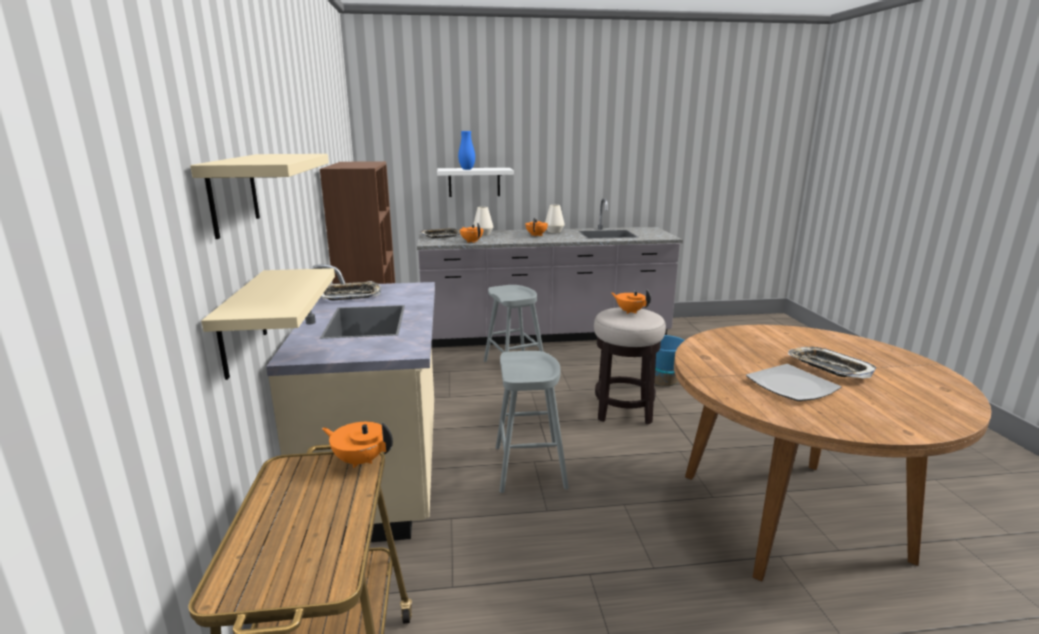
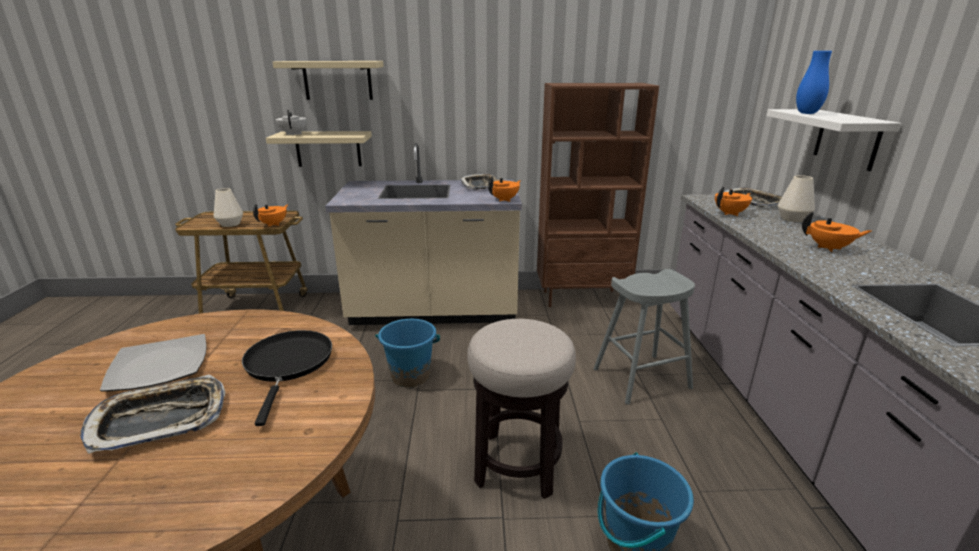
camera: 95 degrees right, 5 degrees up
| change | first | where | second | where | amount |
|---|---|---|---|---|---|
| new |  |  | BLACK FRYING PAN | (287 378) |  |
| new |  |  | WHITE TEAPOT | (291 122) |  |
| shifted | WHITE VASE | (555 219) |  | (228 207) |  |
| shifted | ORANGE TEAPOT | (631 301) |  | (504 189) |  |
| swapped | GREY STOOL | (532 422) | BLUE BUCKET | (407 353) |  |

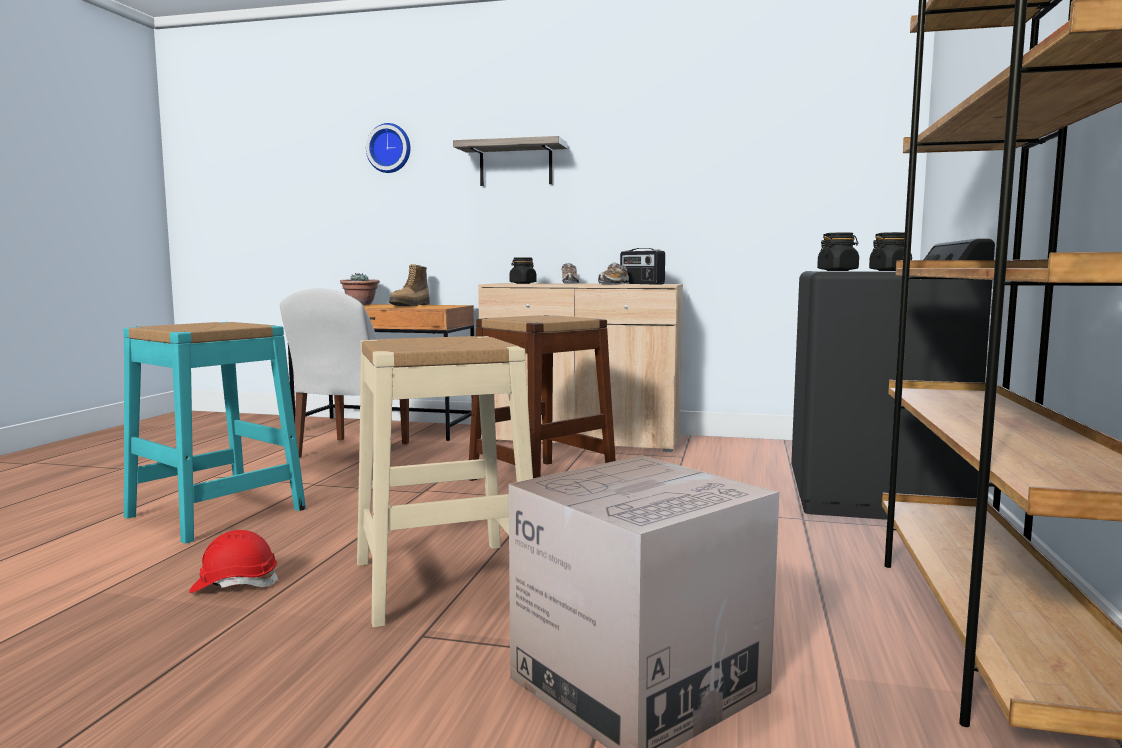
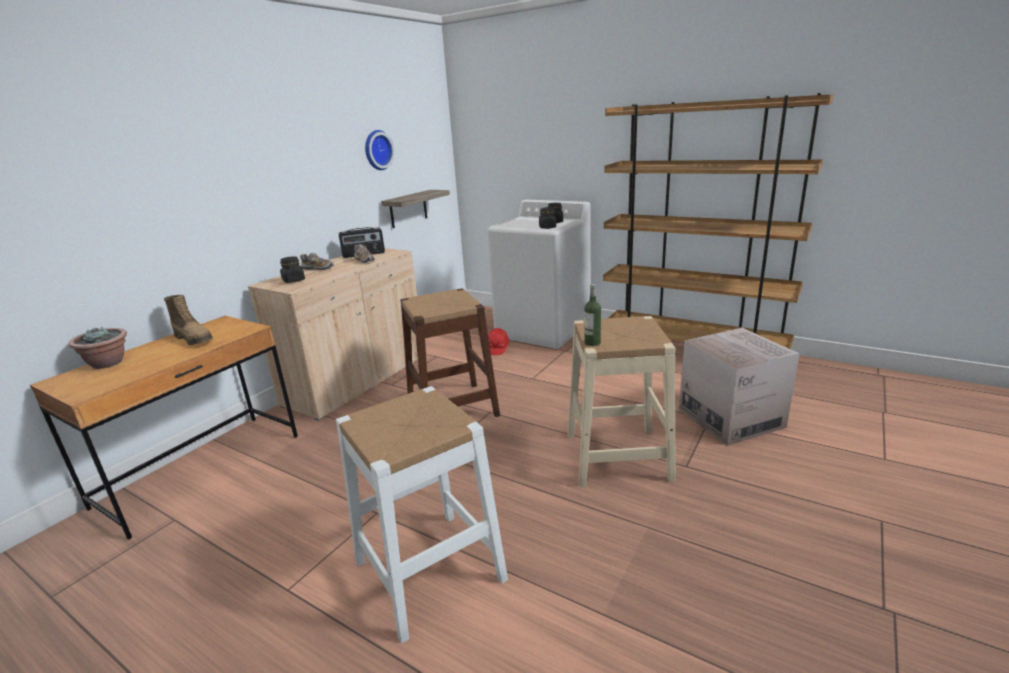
camera: 70 degrees left, 15 degrees up
| change | first | where | second | where | amount |
|---|---|---|---|---|---|
| gone | WHITE CHAIR | (344 373) |  |  |  |
| new |  |  | BOTTLE | (593 315) |  |
| shifted | RED HARD HAT | (234 561) |  | (499 341) |  |
| shifted | WALL CLOCK | (388 148) |  | (379 150) |  |
| shifted | SHELF | (510 161) |  | (415 209) |  |
| repainted | TURQUOISE STOOL | (214 433) | WHITE STOOL | (422 514) |  |
| repainted | BLACK WASHING MACHINE | (893 379) | WHITE WASHING MACHINE | (539 274) |  |

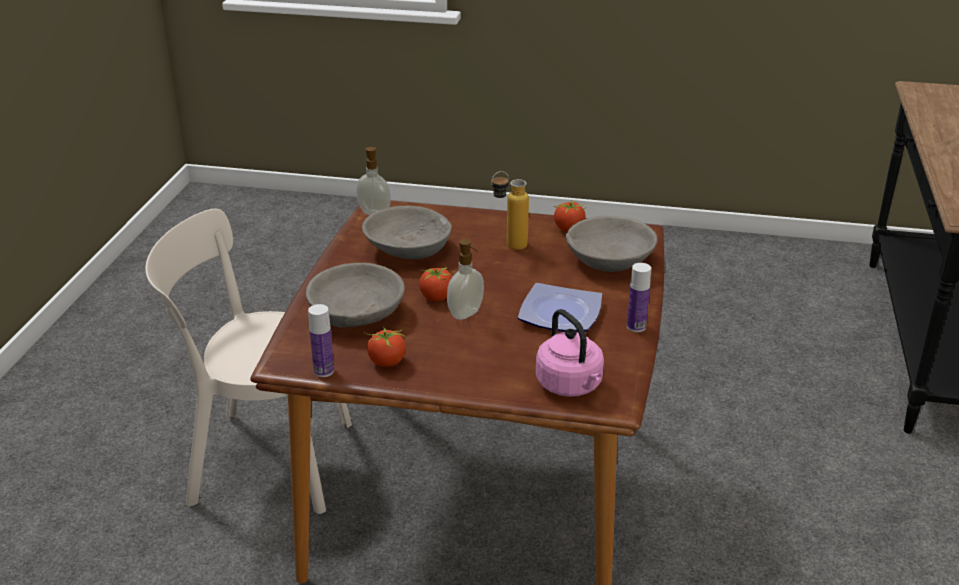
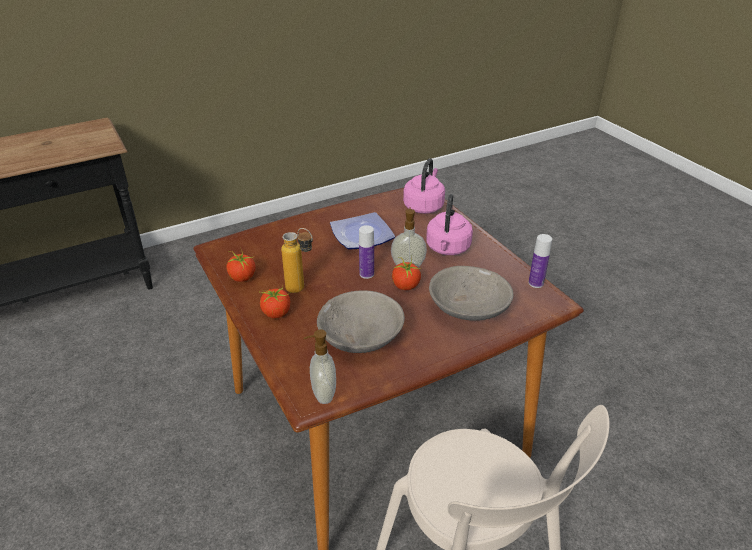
camera: 130 degrees left, 5 degrees up
| change | first | where | second | where | amount |
|---|---|---|---|---|---|
| gone | GREY BOWL | (611 244) |  |  |  |
| new |  |  | PINK KETTLE | (449 224) |  |
| shifted | TOMATO | (385 346) |  | (275 303) |  |
| shifted | BOTTLE | (639 297) |  | (366 252) |  |

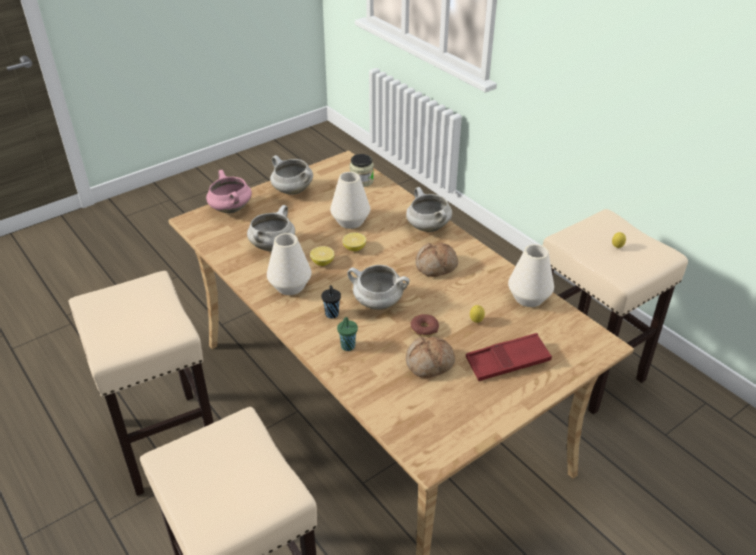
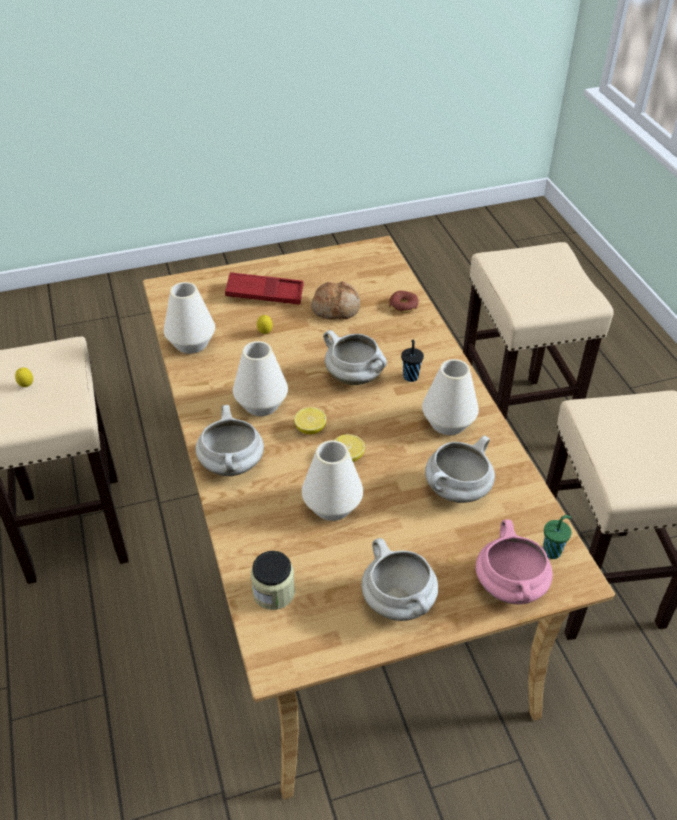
camera: 160 degrees left, 5 degrees up
| change | first | where | second | where | amount |
|---|---|---|---|---|---|
| shifted | LEMON | (322 256) |  | (310 420) |  |
| shifted | GREEN CUP | (347 334) |  | (557 537) |  |
| shifted | DONUT | (424 325) |  | (404 302) |  |
| swapped | BREAD | (436 260) | WHITE VASE | (260 378) |  |

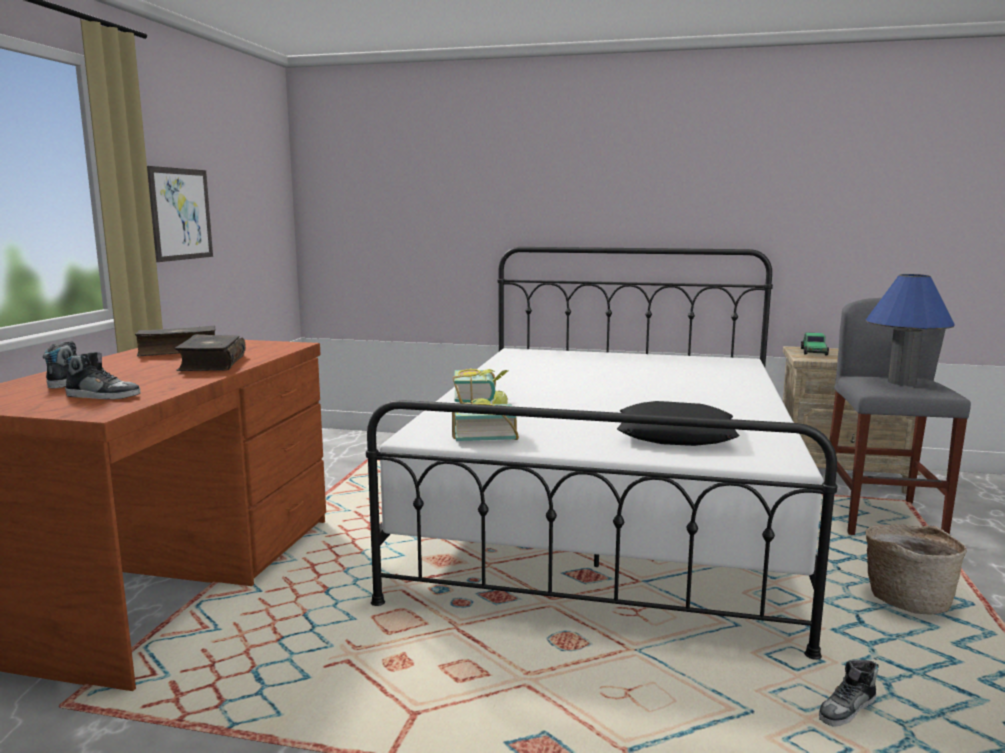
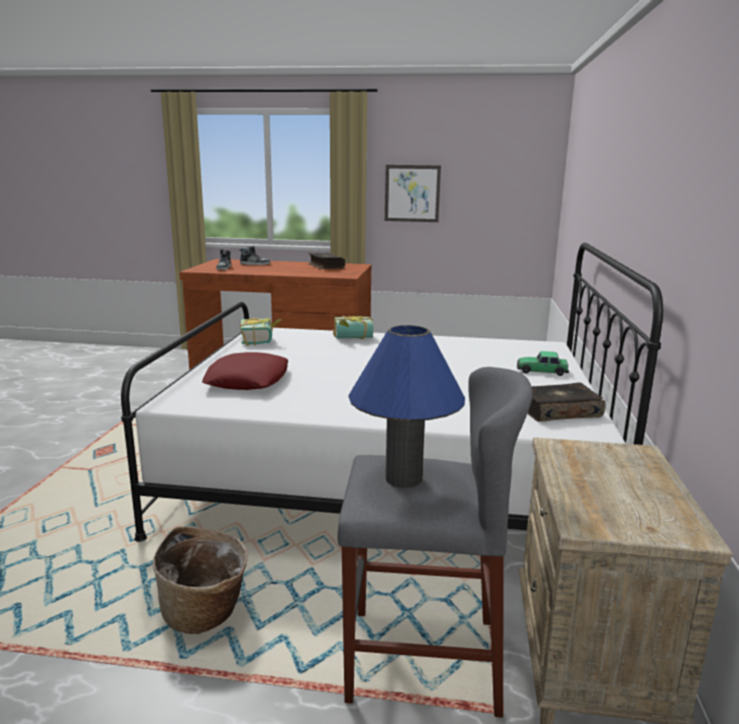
camera: 85 degrees right, 5 degrees up
| change | first | where | second | where | amount |
|---|---|---|---|---|---|
| gone | SHOE | (849 693) |  |  |  |
| shifted | BOOK | (210 352) |  | (567 402) |  |
| shifted | TOY CAR | (815 344) |  | (543 363) |  |
| repainted | BLACK PILLOW | (678 423) | RED PILLOW | (245 371) |  |

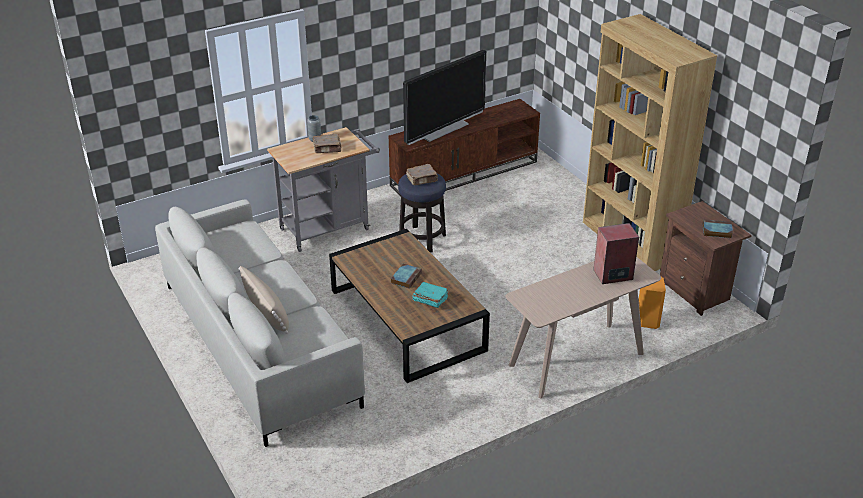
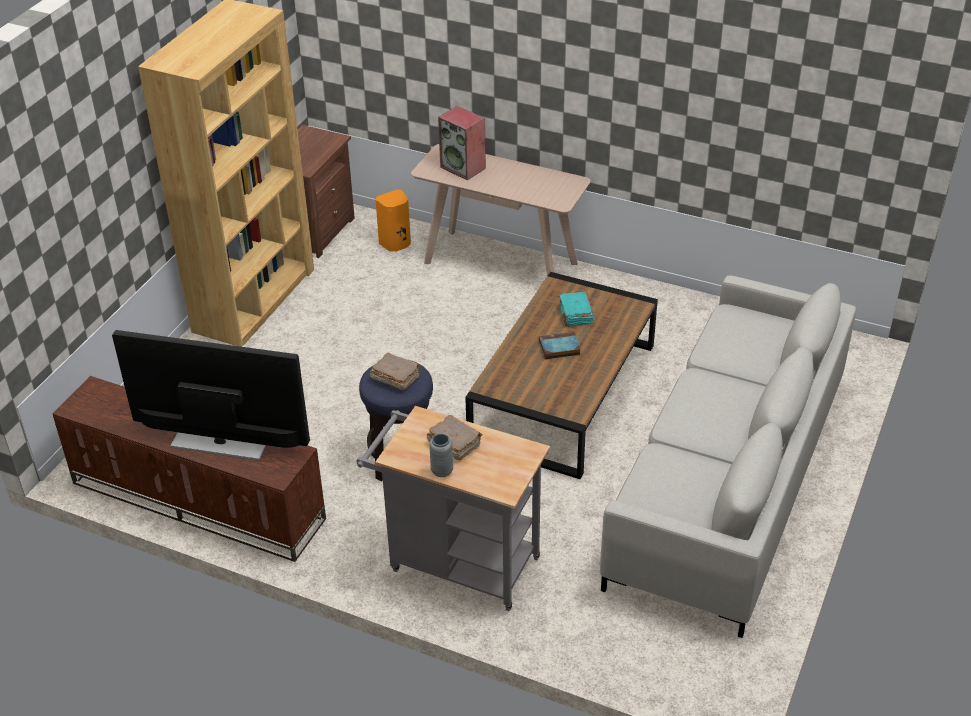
camera: 125 degrees left, 5 degrees up
| change | first | where | second | where | amount |
|---|---|---|---|---|---|
| gone | BEIGE PILLOW | (263 300) |  |  |  |
| gone | BOOK | (717 228) |  |  |  |

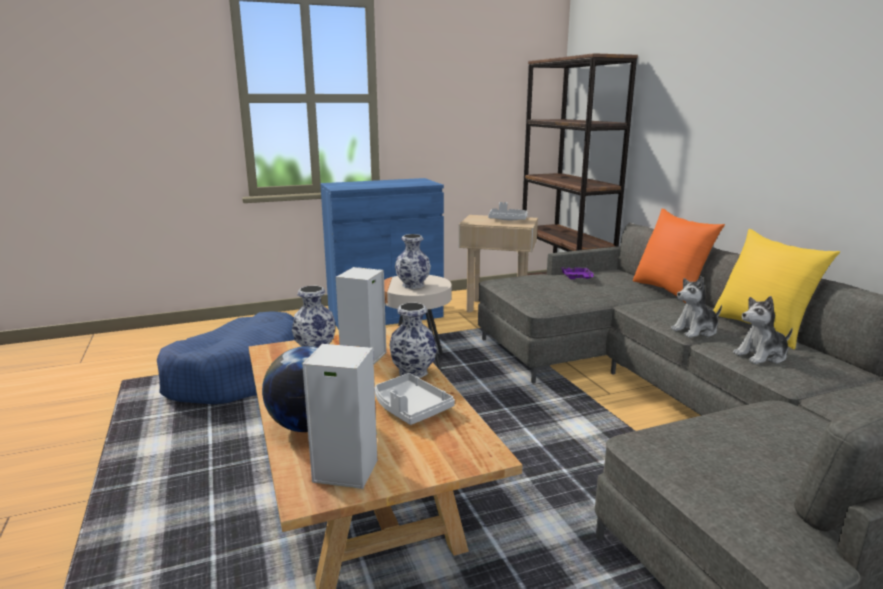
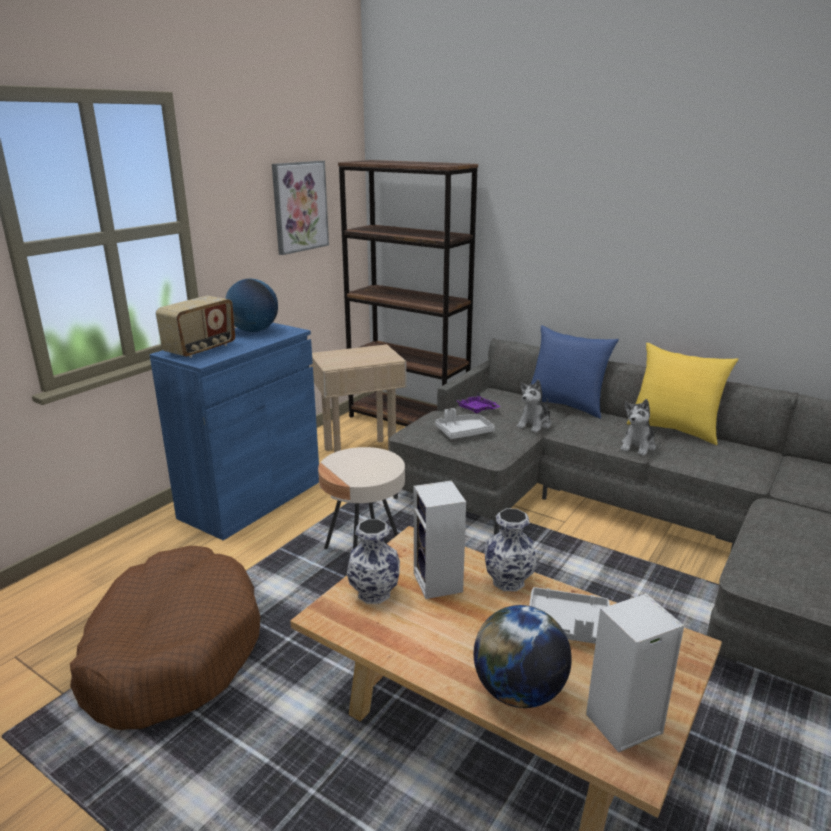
camera: 35 degrees left, 5 degrees up
| change | first | where | second | where | amount |
|---|---|---|---|---|---|
| gone | VASE | (413 261) |  |  |  |
| new |  |  | RADIO | (195 327) |  |
| new |  |  | GLOBE | (251 305) |  |
| new |  |  | PICTURE | (300 208) |  |
| shifted | GREY TRAY | (508 211) |  | (465 423) |  |
| shifted | PLUSH TOY | (763 330) |  | (534 406) |  |
| repainted | BLUE DOG BED | (225 357) | BROWN DOG BED | (165 638) |  |
| repainted | ORANGE PILLOW | (679 255) | BLUE PILLOW | (574 372) |  |

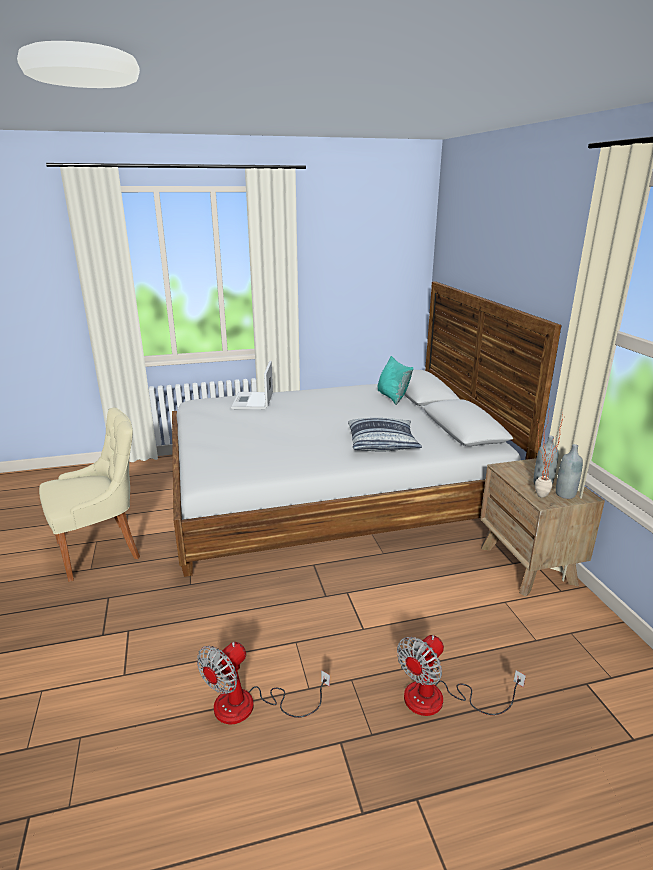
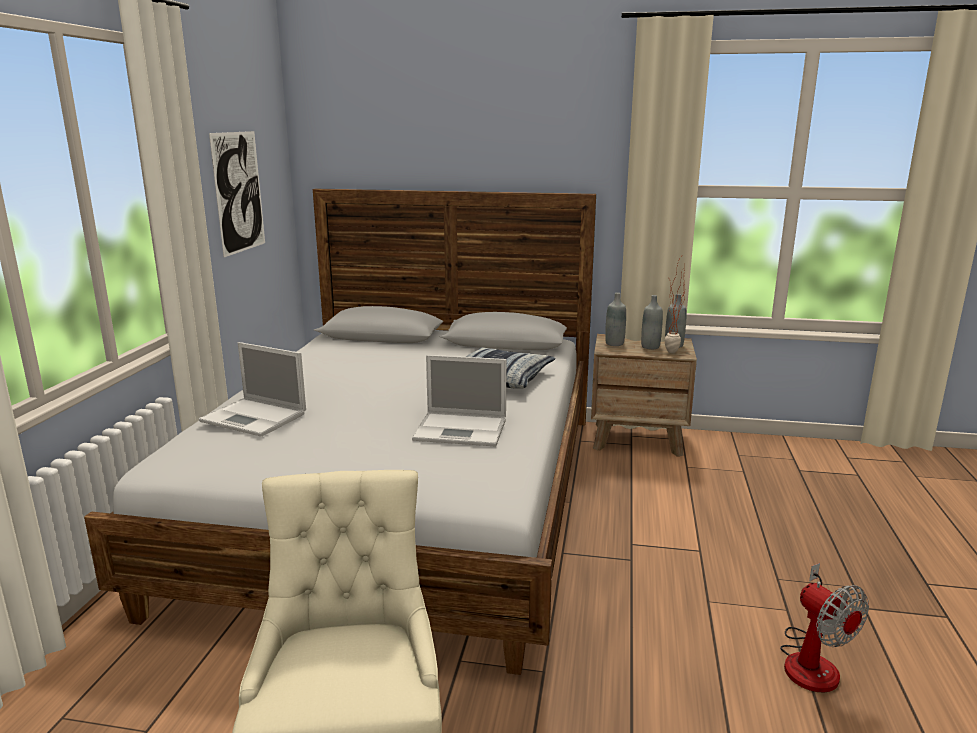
camera: 65 degrees left, 5 degrees down
| change | first | where | second | where | amount |
|---|---|---|---|---|---|
| gone | TURQUOISE PILLOW | (395 380) |  |  |  |
| gone | FAN | (461 675) |  |  |  |
| new |  |  | PICTURE | (237 194) |  |
| new |  |  | LAPTOP | (459 401) |  |
| new |  |  | GREY BOTTLE | (615 319) |  |

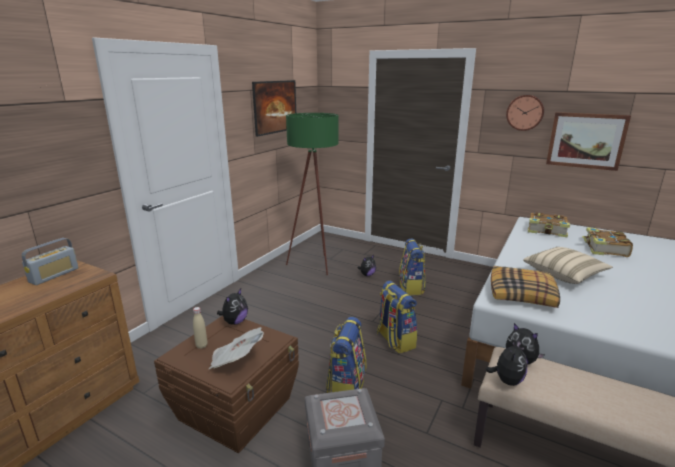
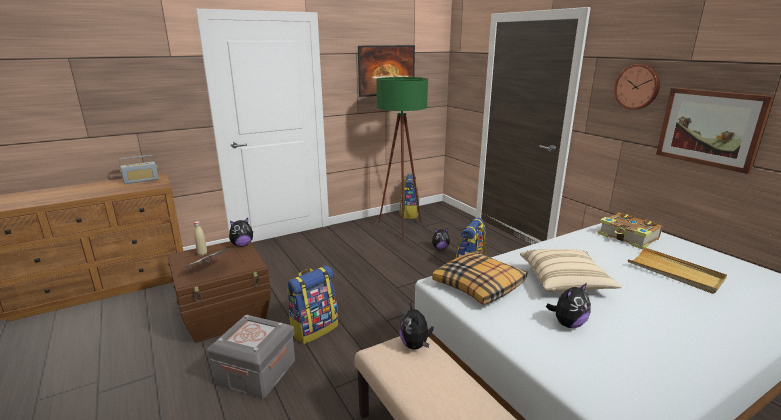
camera: 30 degrees right, 0 degrees up
| change | first | where | second | where | amount |
|---|---|---|---|---|---|
| shifted | BACKPACK | (397 317) |  | (409 196) |  |
| shifted | PLUSH TOY | (506 363) |  | (568 305) |  |
| swapped | BOOK | (607 242) | BEIGE TRAY | (677 270) |  |

